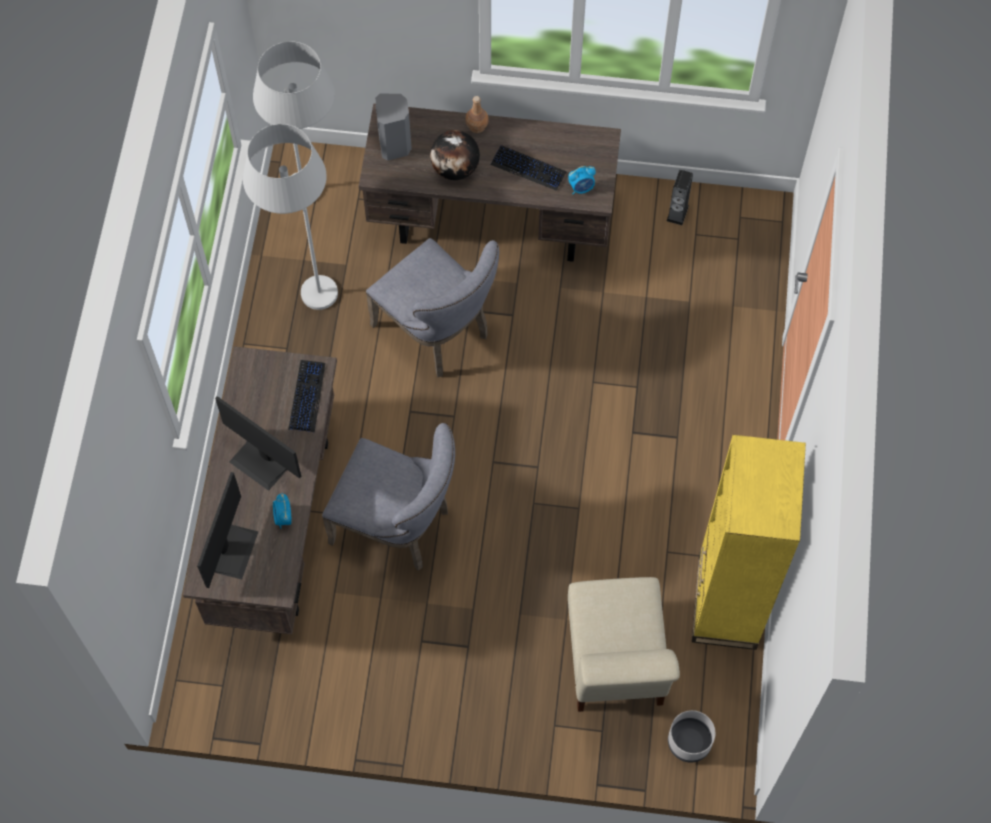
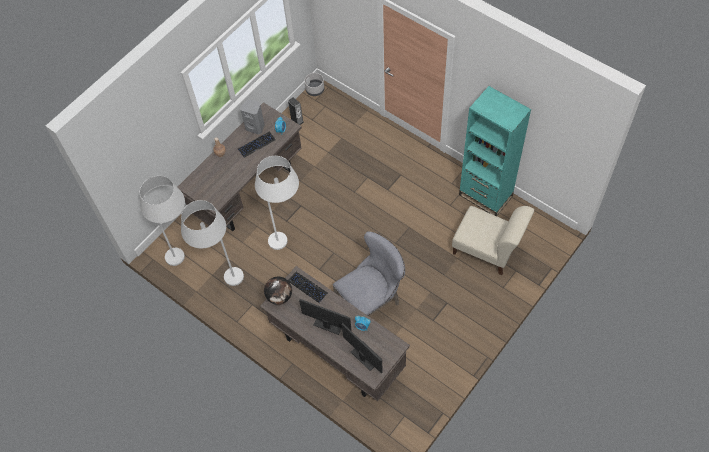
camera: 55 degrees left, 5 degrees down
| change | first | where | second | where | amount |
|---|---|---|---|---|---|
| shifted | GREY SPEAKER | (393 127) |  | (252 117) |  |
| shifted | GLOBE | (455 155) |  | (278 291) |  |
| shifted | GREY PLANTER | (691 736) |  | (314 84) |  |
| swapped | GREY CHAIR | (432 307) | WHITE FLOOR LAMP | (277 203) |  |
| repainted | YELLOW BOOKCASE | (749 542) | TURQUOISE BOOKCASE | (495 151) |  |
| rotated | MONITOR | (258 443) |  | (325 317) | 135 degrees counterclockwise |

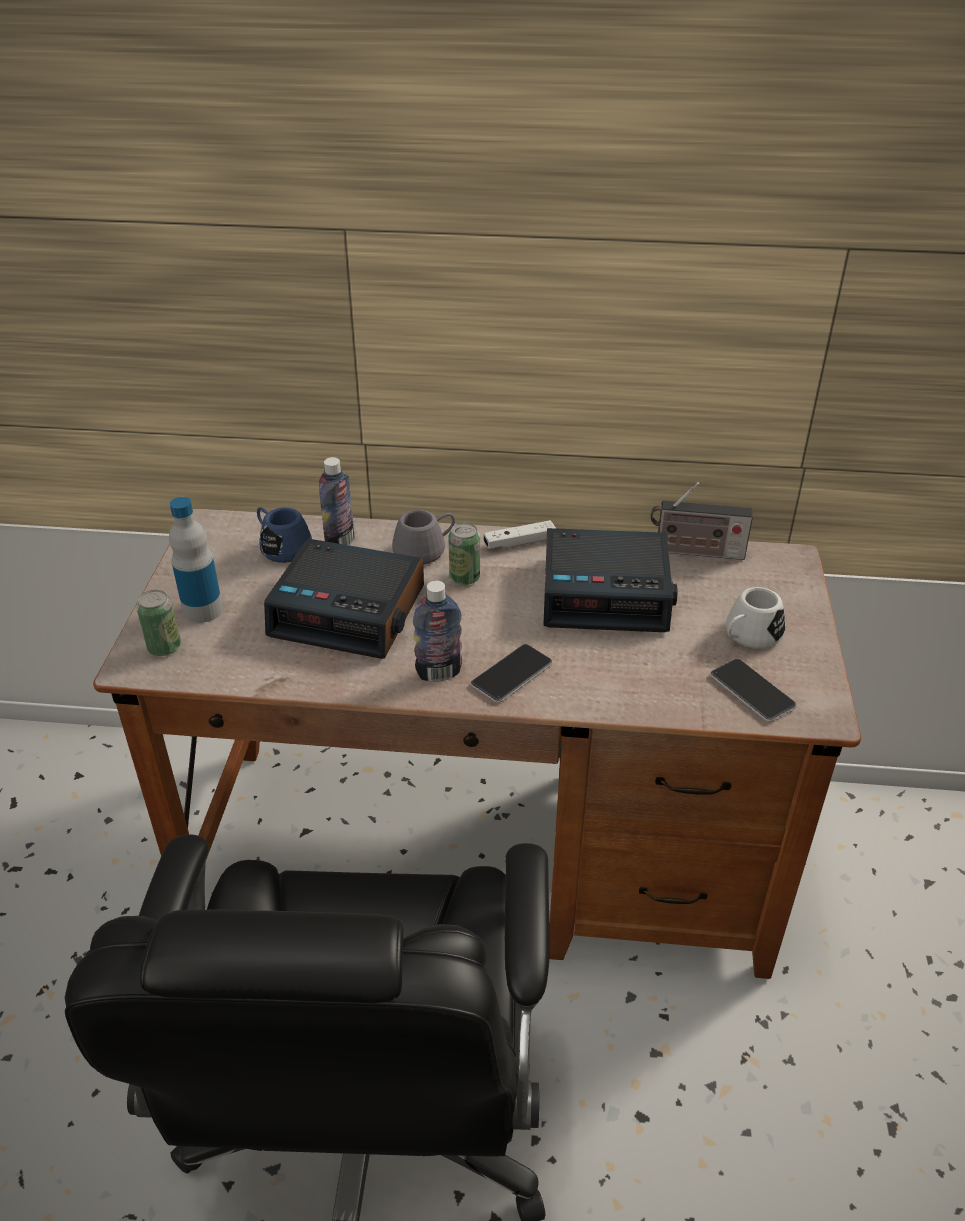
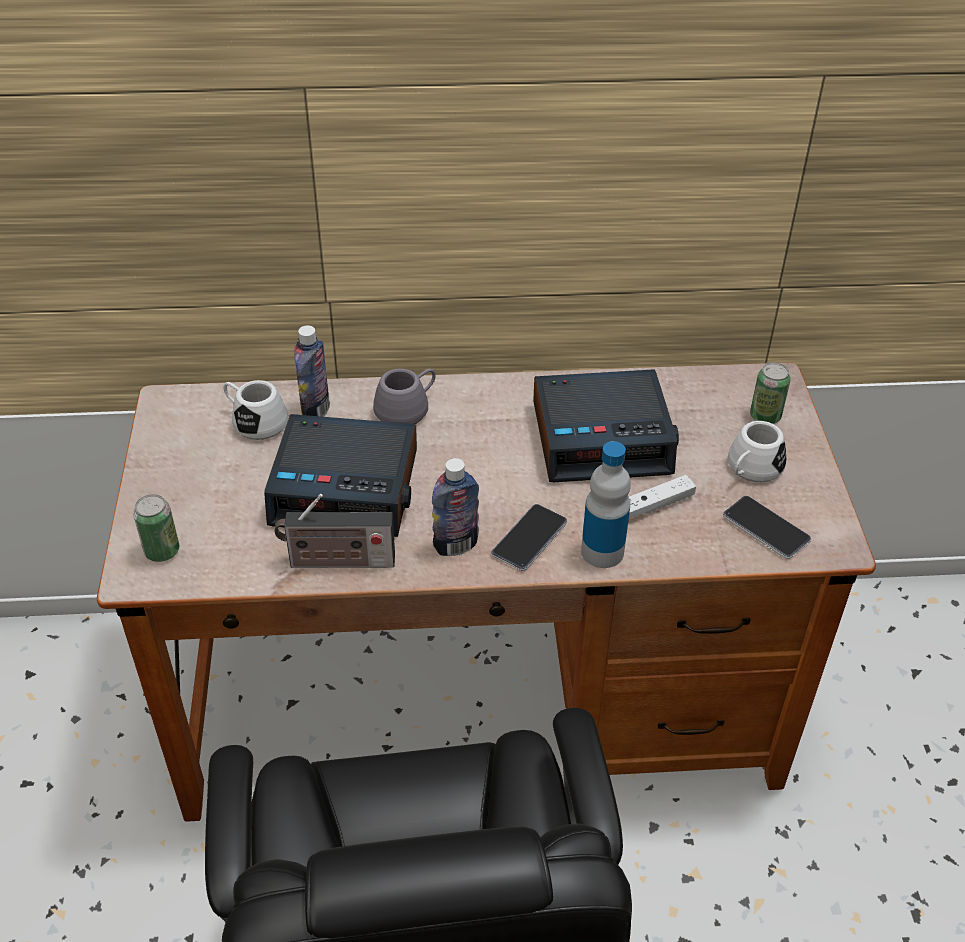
camera: 10 degrees left, 5 degrees up
| change | first | where | second | where | amount |
|---|---|---|---|---|---|
| shifted | BOTTLE | (196 560) |  | (606 504) |  |
| shifted | CAN | (464 554) |  | (770 393) |  |
| shifted | WHITE GAME CONTROLLER | (520 534) |  | (662 497) |  |
| shifted | RADIO | (702 521) |  | (335 531) |  |
| repainted | BLUE MUG | (284 535) | WHITE MUG | (256 410) |  |

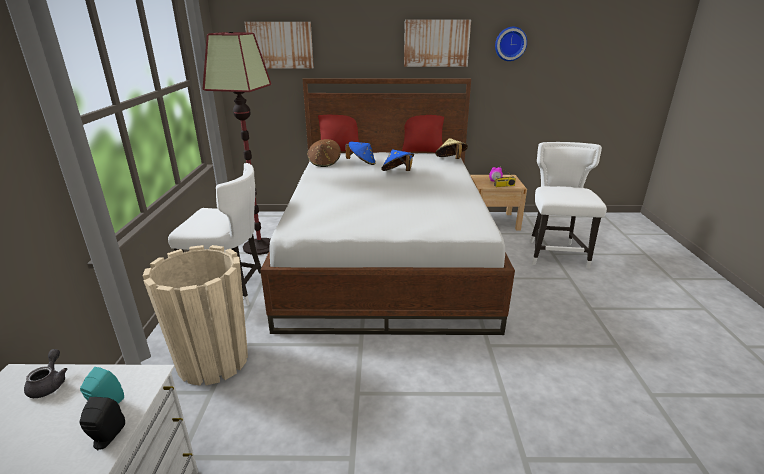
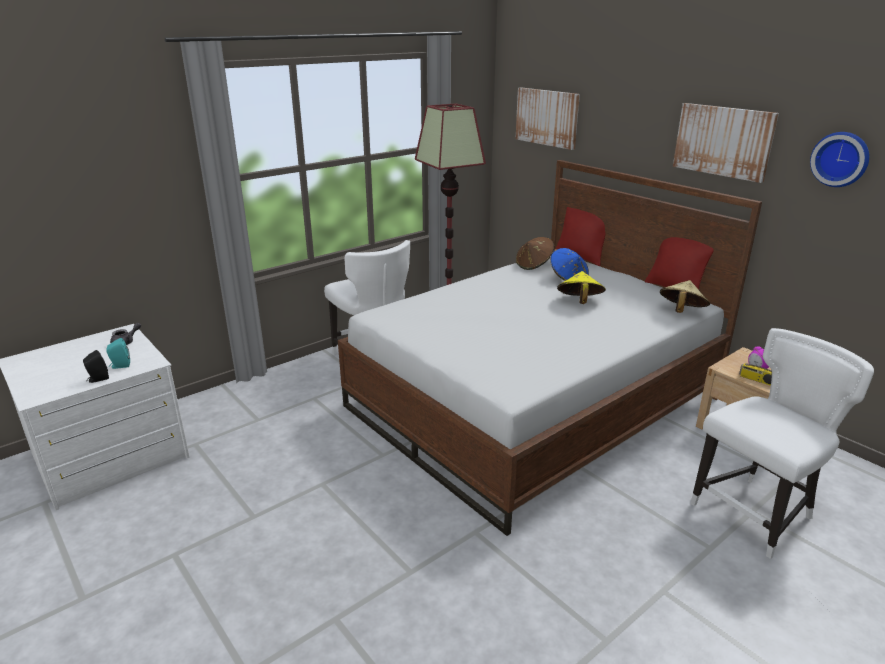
camera: 50 degrees right, 0 degrees up
| change | first | where | second | where | amount |
|---|---|---|---|---|---|
| gone | BEIGE PLANTER | (195 315) |  |  |  |
| repainted | BLUE HAT | (397 160) | YELLOW HAT | (581 287) |  |

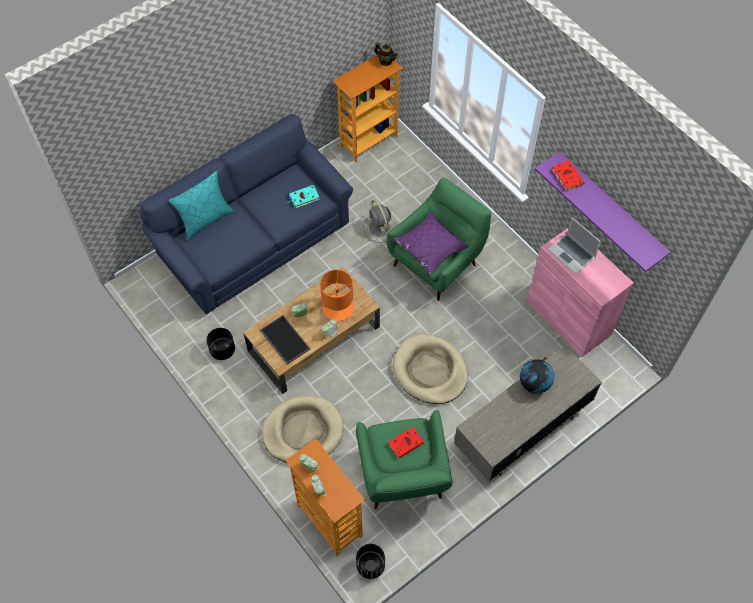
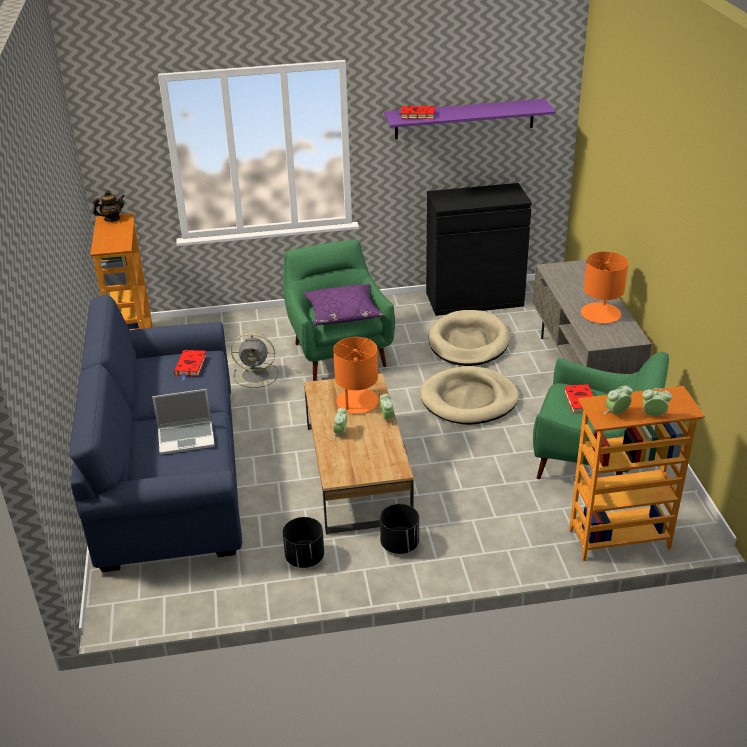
camera: 60 degrees left, 25 degrees down
| change | first | where | second | where | amount |
|---|---|---|---|---|---|
| gone | TURQUOISE PILLOW | (201 206) |  |  |  |
| gone | TRAY | (285 339) |  |  |  |
| gone | GLOBE | (537 376) |  |  |  |
| new |  |  | ORANGE TABLE LAMP | (605 287) |  |
| shifted | BEIGE DOG BED | (303 429) |  | (469 338) |  |
| shifted | BLACK PLANTER | (370 561) |  | (399 529) |  |
| shifted | LAPTOP | (574 246) |  | (183 421) |  |
| repainted | TURQUOISE BOOK | (303 196) | RED BOOK | (190 365) |  |
| repainted | PINK CABINET | (580 292) | BLACK CABINET | (479 249) |  |

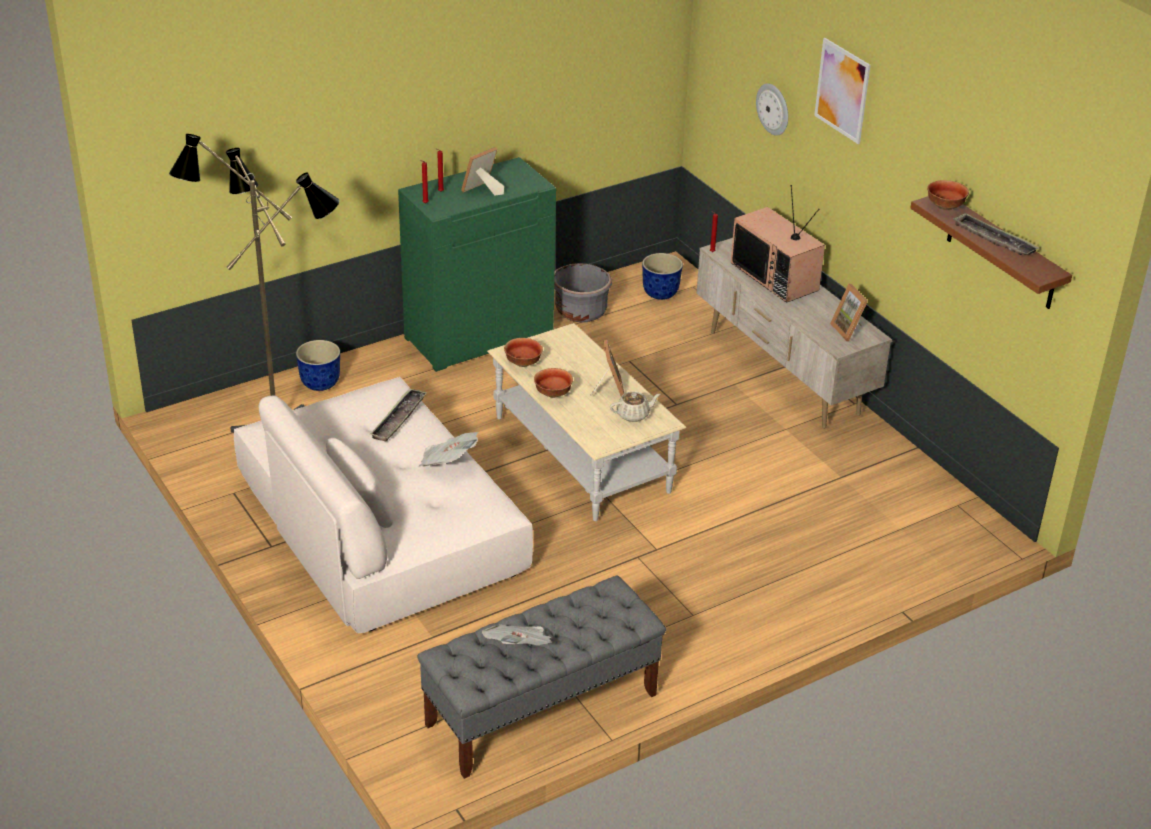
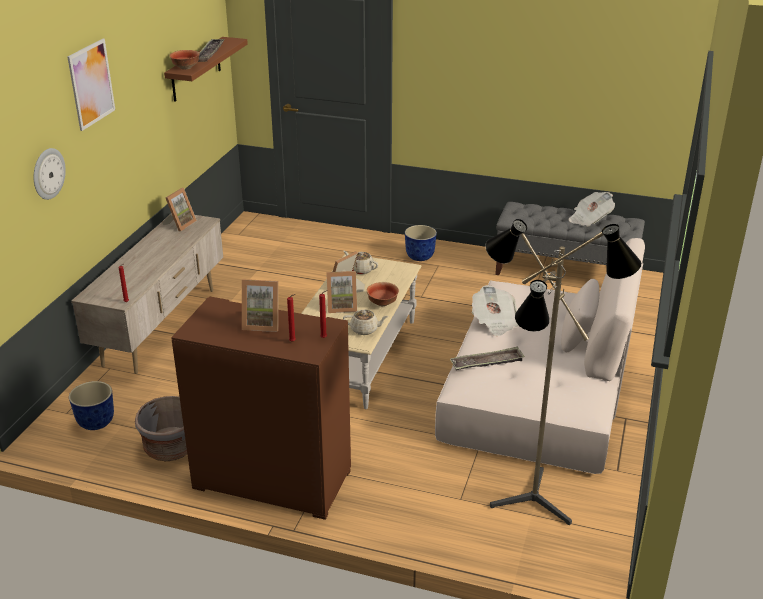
camera: 130 degrees left, 5 degrees down
| change | first | where | second | where | amount |
|---|---|---|---|---|---|
| gone | TELEVISION | (778 244) |  |  |  |
| new |  |  | PICTURE FRAME | (341 292) |  |
| shifted | PLANTER | (318 365) |  | (421 243) |  |
| swapped | BOWL | (523 352) | BEIGE TEAPOT | (366 322) |  |
| repainted | GREEN CABINET | (477 264) | BROWN CABINET | (261 408) |  |

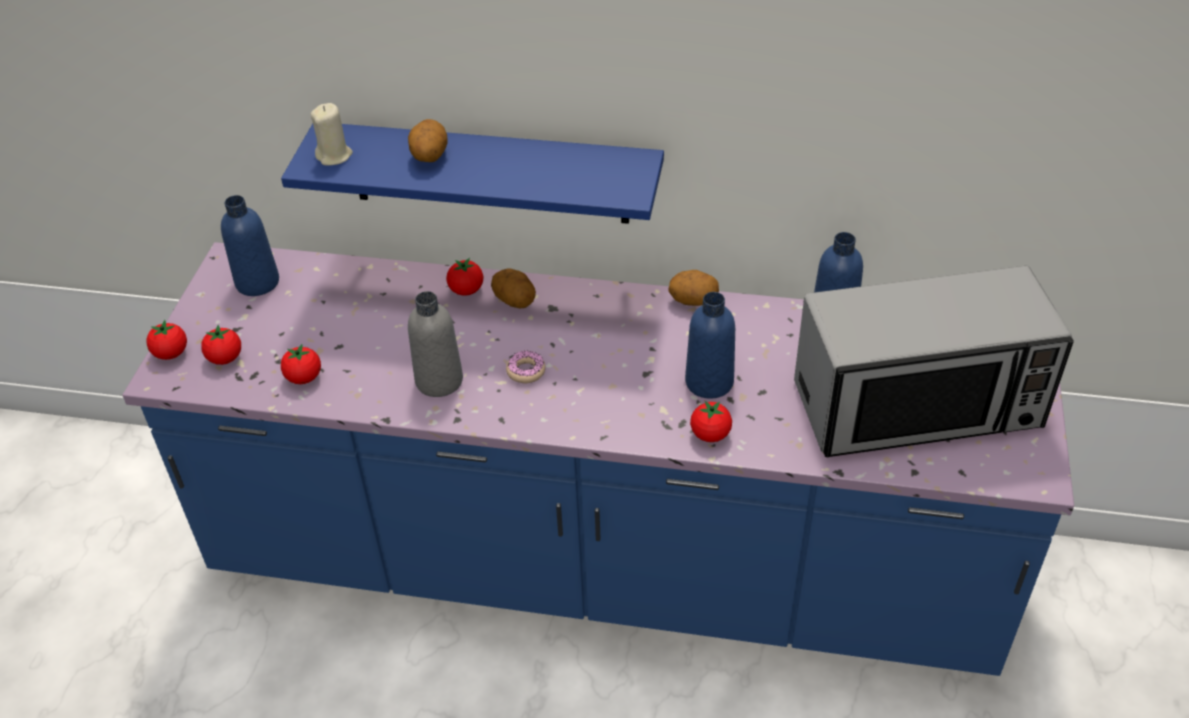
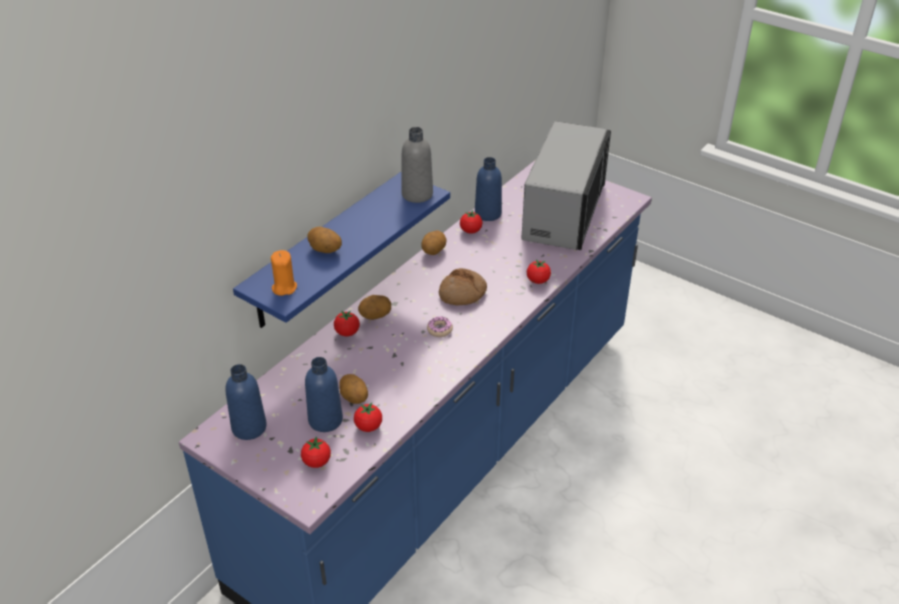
camera: 65 degrees left, 5 degrees down
| change | first | where | second | where | amount |
|---|---|---|---|---|---|
| new |  |  | POTATO | (353 389) |  |
| new |  |  | BREAD | (463 286) |  |
| shifted | TOMATO | (166 340) |  | (471 222) |  |
| shifted | GREY BOTTLE | (435 344) |  | (417 165) |  |
| shifted | BLUE BOTTLE | (710 345) |  | (324 394) |  |
| repainted | BEIGE CANDLE | (331 134) | ORANGE CANDLE | (284 273) |  |

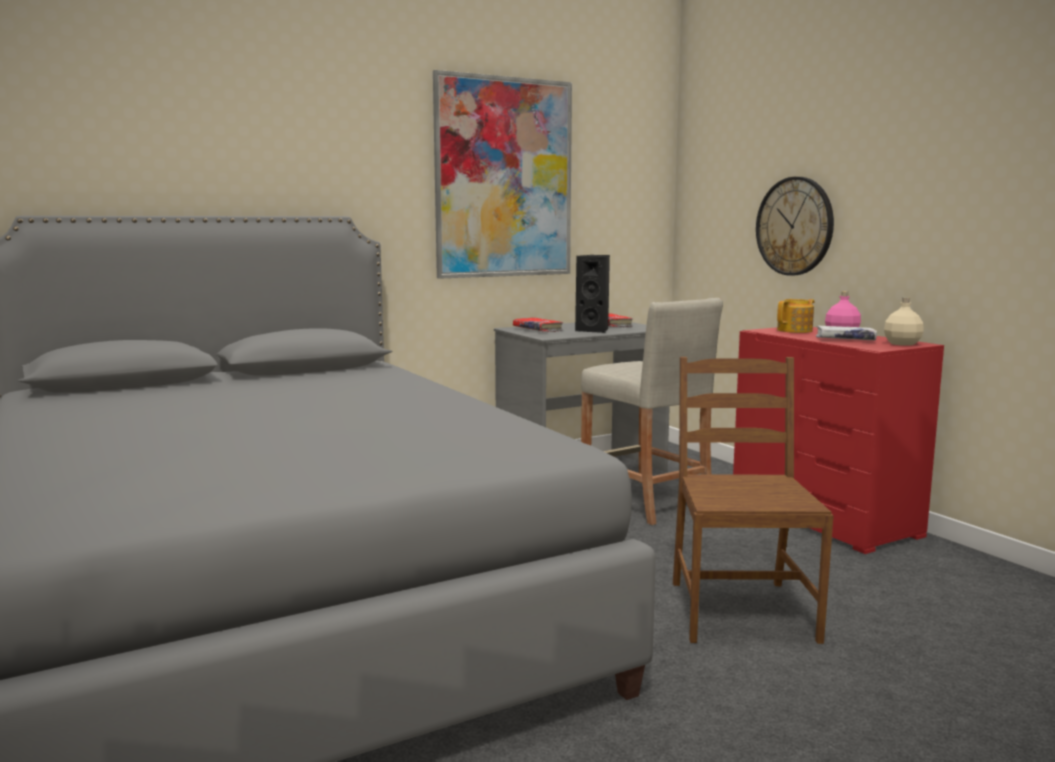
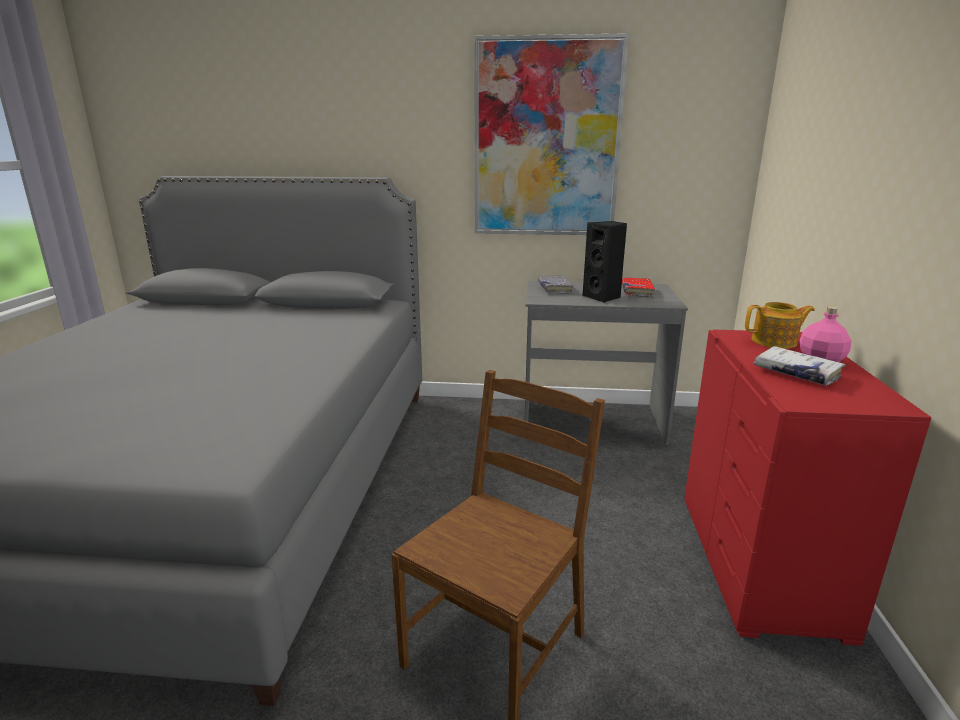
camera: 35 degrees right, 10 degrees up
| change | first | where | second | where | amount |
|---|---|---|---|---|---|
| gone | BEIGE STOOL | (652 411) |  |  |  |
| gone | WALL CLOCK | (795 226) |  |  |  |
| gone | BEIGE BOTTLE | (904 321) |  |  |  |
| repainted | RED BOOK | (538 325) | GREY BOOK | (556 285) |  |

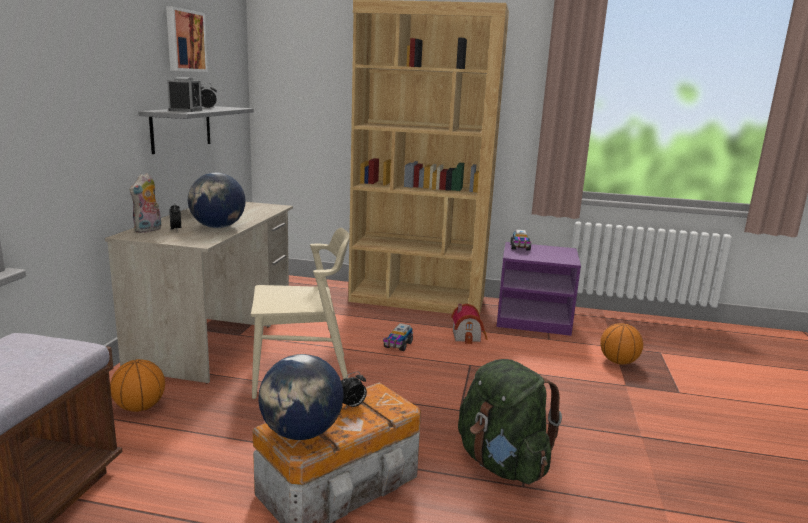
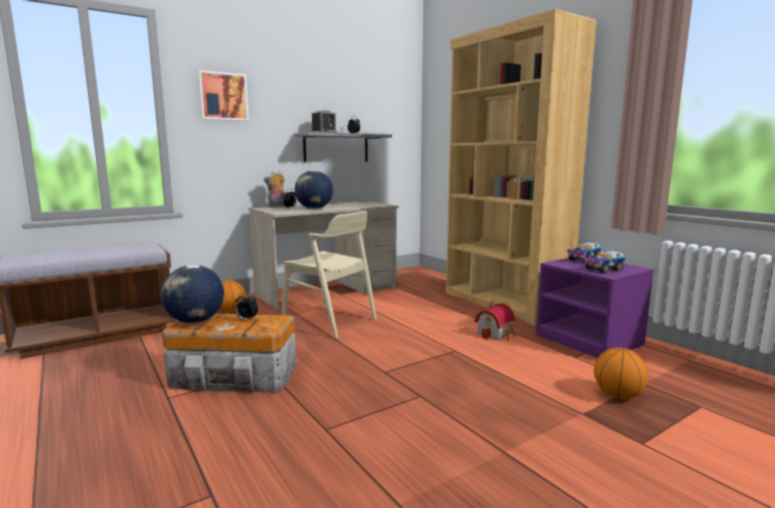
camera: 45 degrees right, 5 degrees down
| change | first | where | second | where | amount |
|---|---|---|---|---|---|
| gone | GREEN BACKPACK | (510 421) |  |  |  |
| shifted | PICTURE | (187 39) |  | (223 95) |  |
| shifted | TOY TRUCK | (398 337) |  | (604 262) |  |

